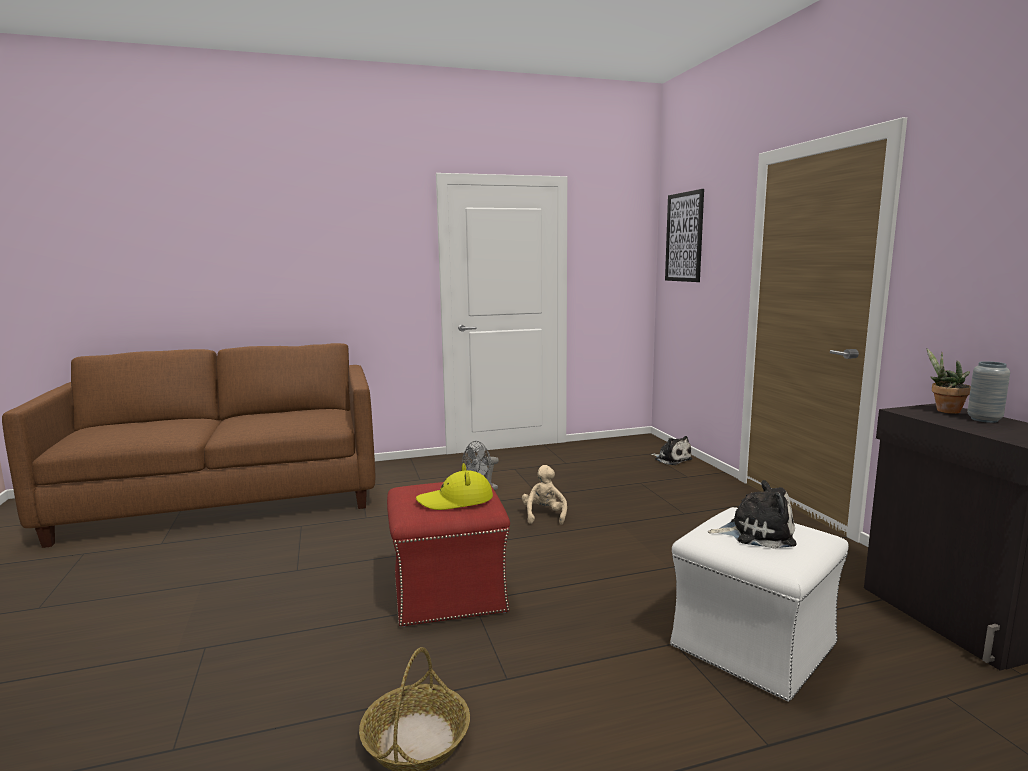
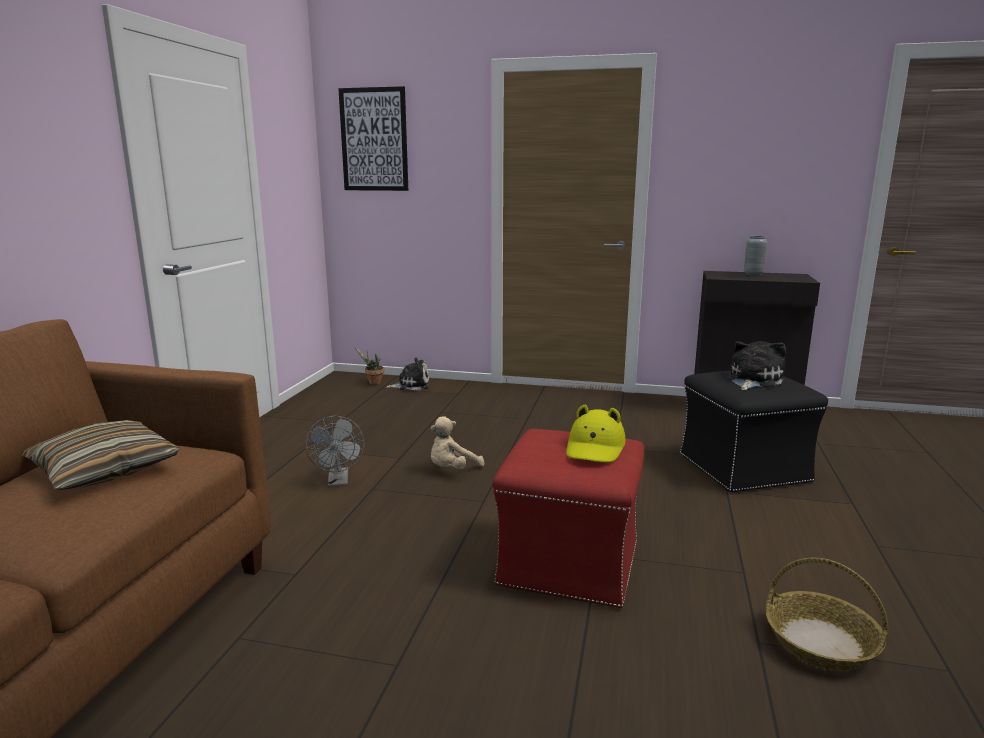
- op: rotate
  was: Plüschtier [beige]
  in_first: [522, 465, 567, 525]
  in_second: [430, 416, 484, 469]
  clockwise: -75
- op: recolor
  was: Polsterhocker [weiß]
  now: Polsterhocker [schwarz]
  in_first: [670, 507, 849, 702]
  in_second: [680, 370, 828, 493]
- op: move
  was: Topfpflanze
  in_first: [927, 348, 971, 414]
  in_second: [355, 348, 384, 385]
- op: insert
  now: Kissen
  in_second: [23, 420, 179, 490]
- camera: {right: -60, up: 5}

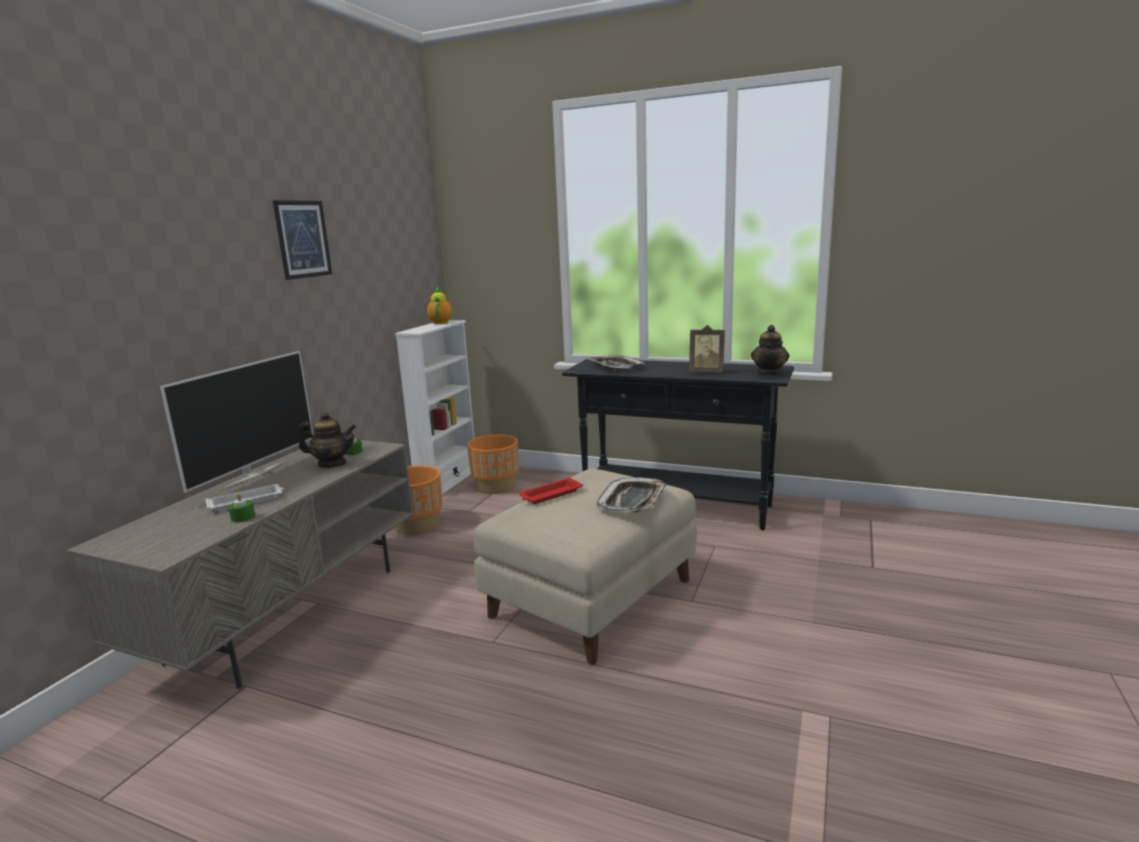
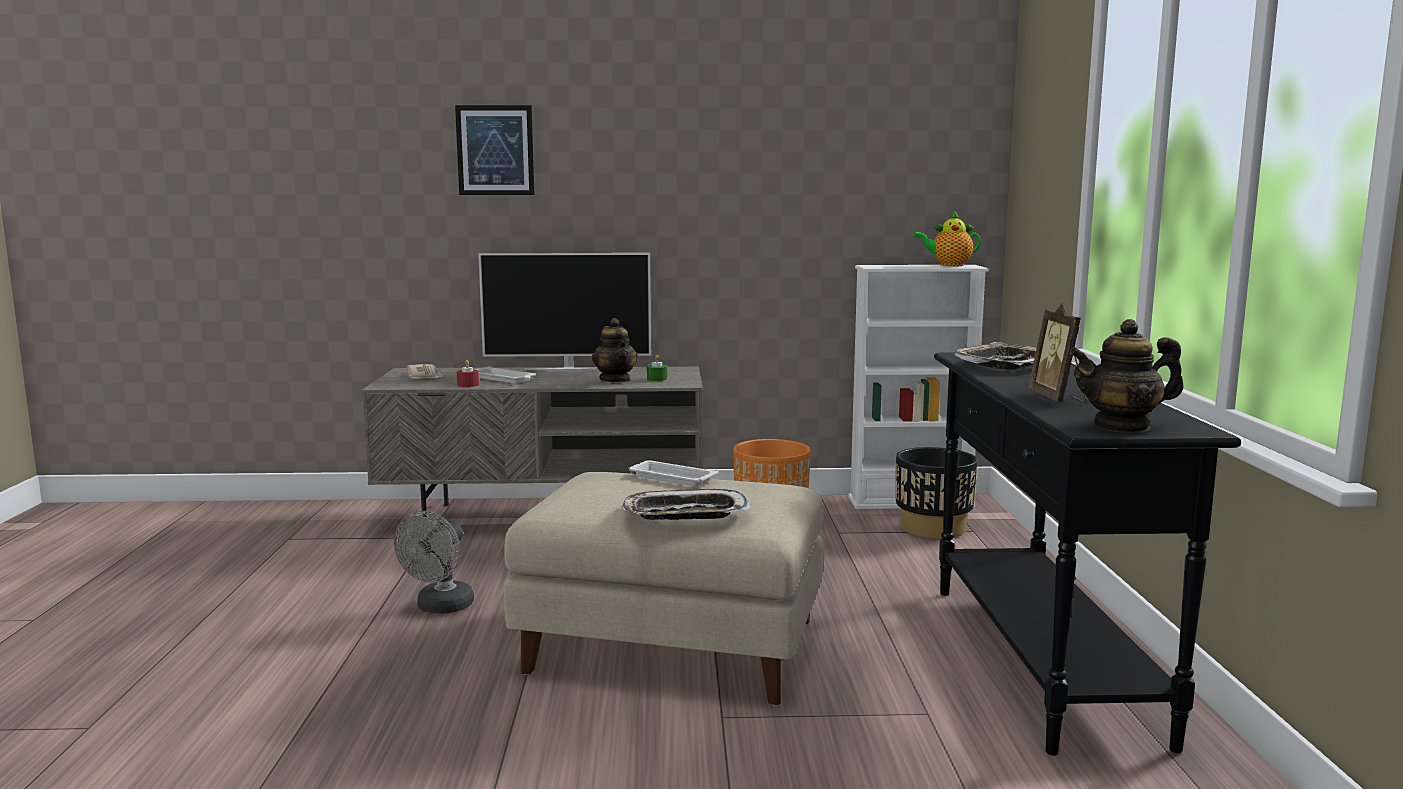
- op: recolor
  was: Kerze [grün]
  now: Kerze [rot]
  in_first: [228, 493, 255, 523]
  in_second: [457, 360, 479, 387]
- op: move
  was: Bild
  in_first: [273, 200, 332, 280]
  in_second: [455, 105, 534, 195]
- op: rotate
  was: Teekanne
  in_first: [427, 286, 452, 324]
  in_second: [913, 210, 981, 266]
  clockwise: -150
- op: recolor
  was: Pflanzkübel [orange]
  now: Pflanzkübel [schwarz]
  in_first: [467, 435, 519, 494]
  in_second: [896, 447, 978, 539]
- op: recolor
  was: Tablett [rot]
  now: Tablett [weiß]
  in_first: [519, 477, 583, 504]
  in_second: [628, 460, 719, 486]
- op: insert
  now: Ventilator [grau]
  in_second: [394, 511, 474, 614]
- op: insert
  now: Zeitung
  in_second: [407, 364, 444, 379]
- camera: {right: 65, up: -5}

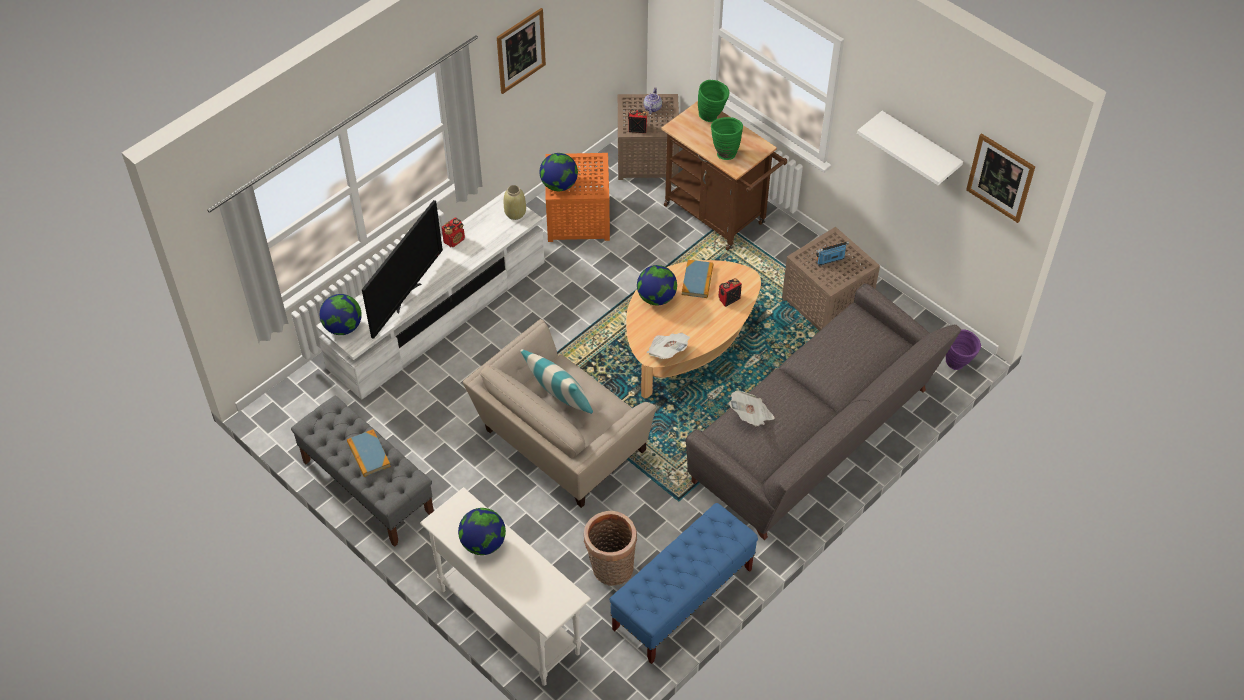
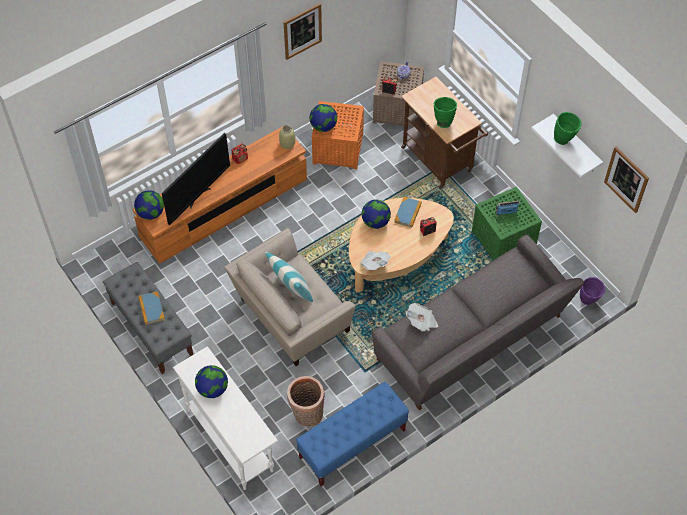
- op: recolor
  was: Fernsehschrank [weiß]
  now: Fernsehschrank [orange]
  in_first: [316, 191, 545, 399]
  in_second: [132, 127, 307, 264]
- op: move
  was: Vase [grün]
  in_first: [698, 80, 729, 122]
  in_second: [554, 112, 582, 145]
- op: recolor
  was: Beistelltisch [braun]
  now: Beistelltisch [grün]
  in_first: [782, 227, 880, 331]
  in_second: [472, 187, 542, 260]
- camera: {right: 10, up: 5}

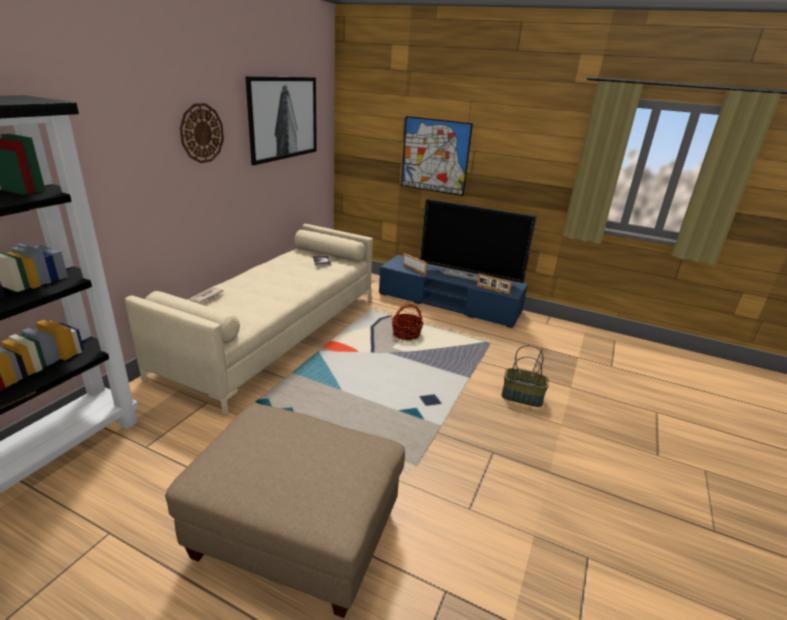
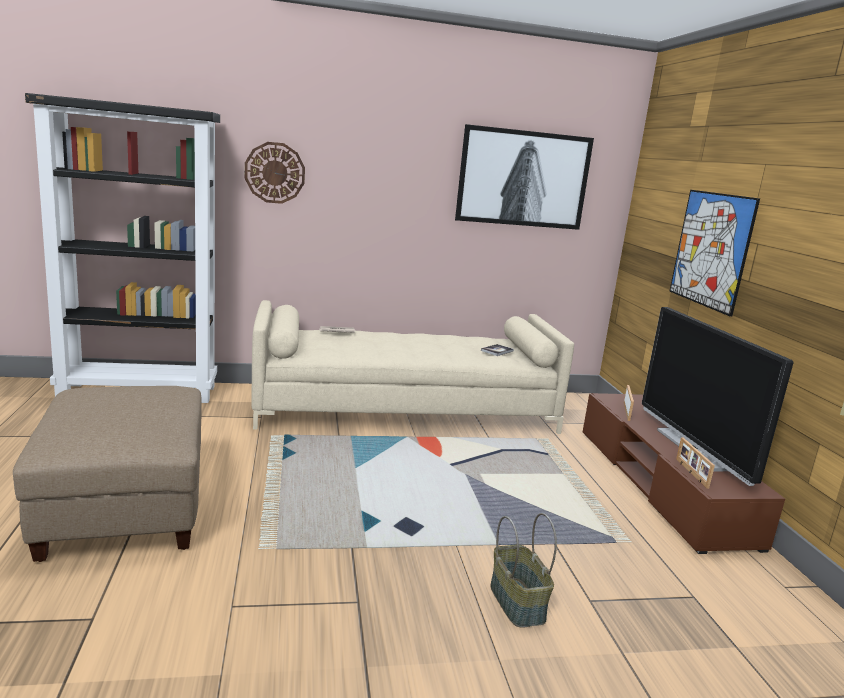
- op: move
  was: Wanduhr
  in_first: [180, 103, 224, 163]
  in_second: [245, 142, 305, 204]
- op: recolor
  was: Fernsehschrank [blau]
  now: Fernsehschrank [braun]
  in_first: [379, 255, 528, 328]
  in_second: [583, 393, 785, 554]
- op: delete
  was: Korb
  in_first: [392, 304, 424, 340]
- camera: {right: 55, up: -10}

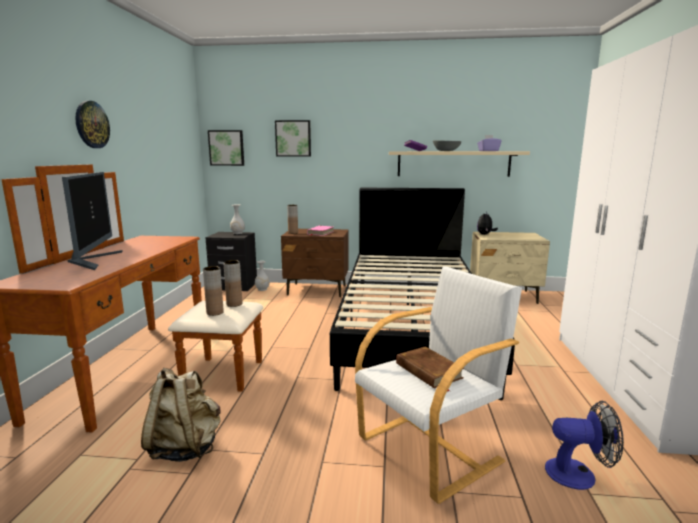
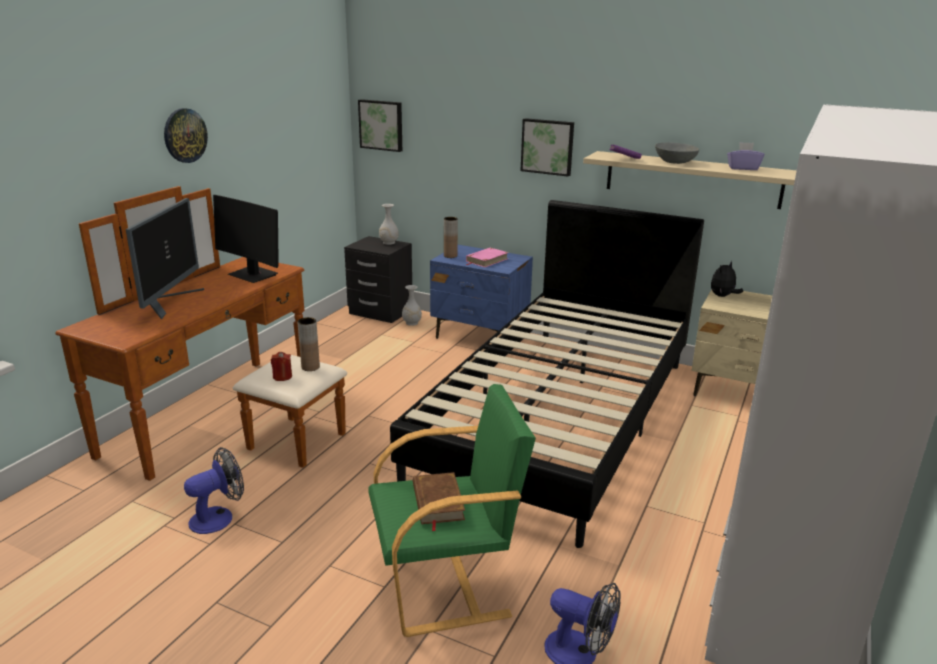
- op: replace
  was: Rucksack [beige]
  now: Ventilator
  in_first: [141, 368, 221, 462]
  in_second: [184, 447, 244, 534]
- op: replace
  was: Vase [braun]
  now: Kerze [rot]
  in_first: [203, 266, 224, 316]
  in_second: [271, 352, 292, 381]
- op: move
  was: Bild
  in_first: [275, 120, 311, 157]
  in_second: [521, 118, 574, 177]
- op: recolor
  was: Nachttisch [braun]
  now: Nachttisch [blau]
  in_first: [281, 229, 349, 297]
  in_second: [430, 245, 533, 339]
- op: recolor
  was: Sessel [weiß]
  now: Sessel [grün]
  in_first: [355, 266, 522, 504]
  in_second: [368, 384, 536, 637]
- op: insert
  now: Monitor
  in_second: [213, 195, 279, 283]
- camera: {right: 20, up: 10}

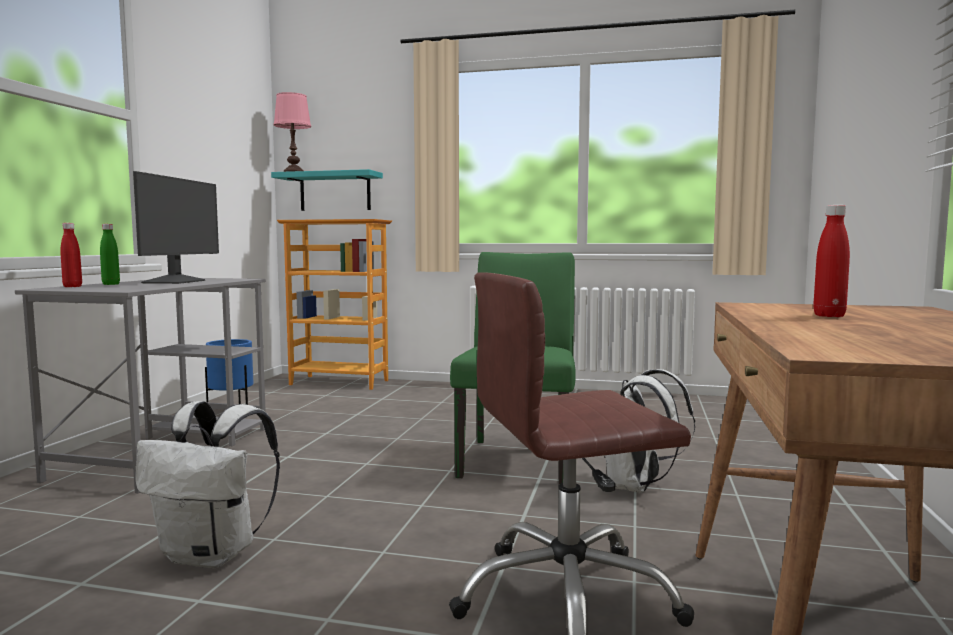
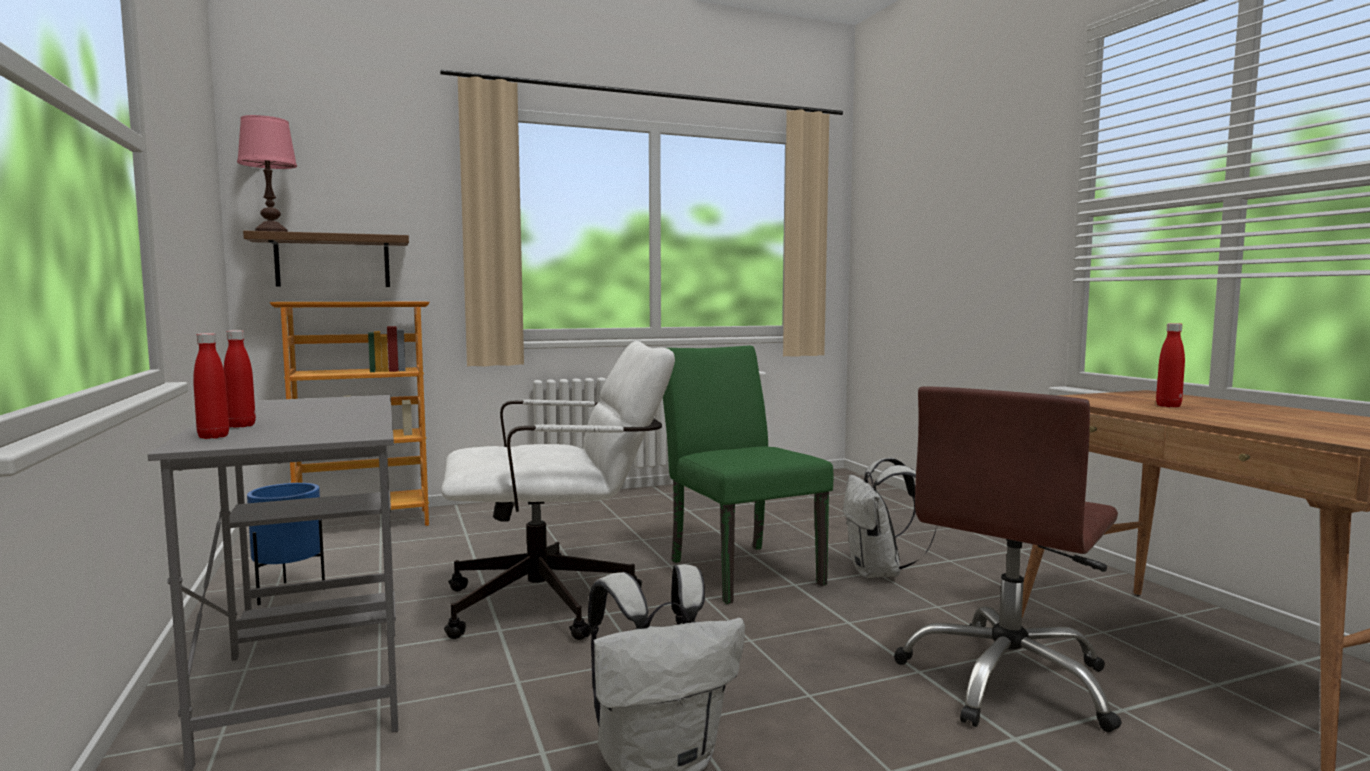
- op: recolor
  was: Flasche [grün]
  now: Flasche [rot]
  in_first: [100, 224, 120, 285]
  in_second: [224, 330, 256, 428]
- op: delete
  was: Monitor
  in_first: [133, 171, 219, 284]
- op: recolor
  was: Wandregal [türkis]
  now: Wandregal [braun]
  in_first: [271, 169, 383, 211]
  in_second: [243, 231, 409, 287]
- op: insert
  now: Bürostuhl [weiß]
  in_second: [441, 341, 675, 640]
- camera: {right: -35, up: 0}

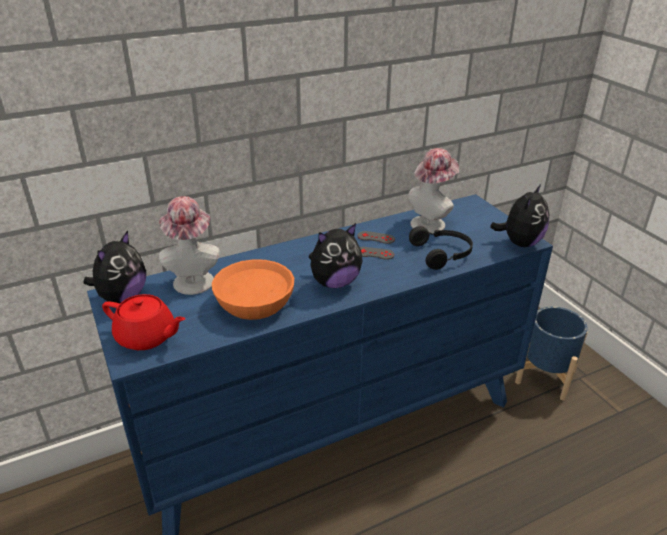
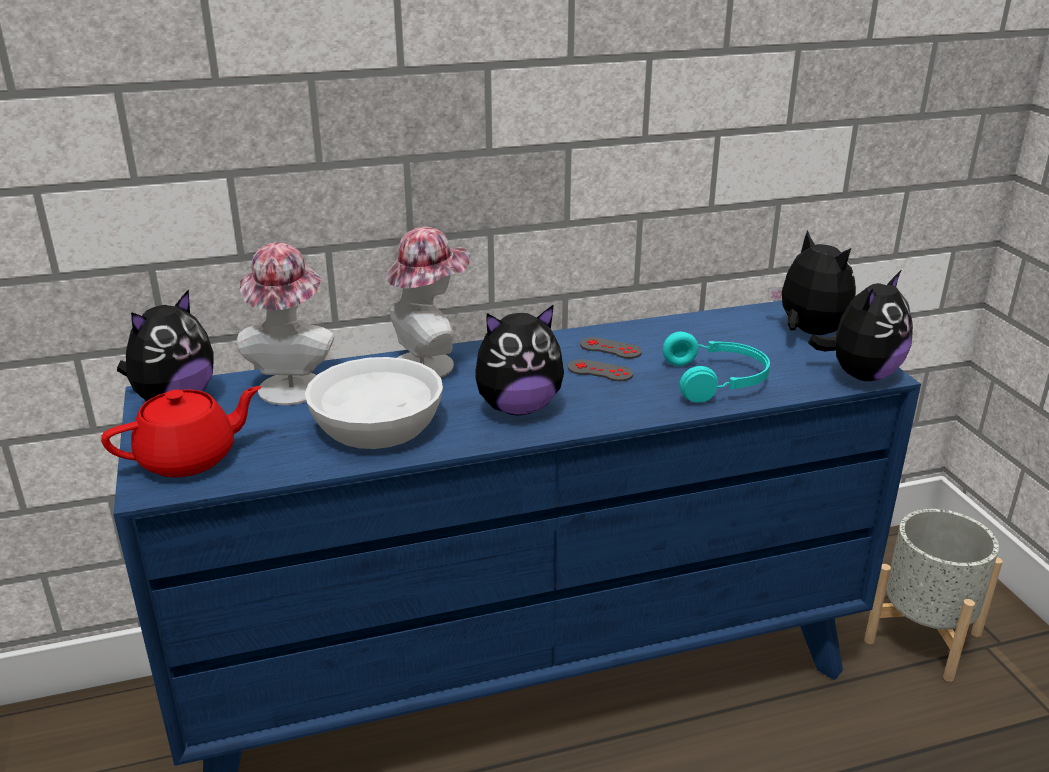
- op: rotate
  was: Teekanne [rot]
  in_first: [102, 294, 186, 350]
  in_second: [101, 386, 261, 477]
  clockwise: -60
- op: recolor
  was: Schüssel [orange]
  now: Schüssel [weiß]
  in_first: [212, 259, 294, 320]
  in_second: [305, 357, 443, 449]
- op: move
  was: Hut
  in_first: [408, 148, 459, 234]
  in_second: [386, 227, 470, 378]
- op: recolor
  was: Kopfhörer [schwarz]
  now: Kopfhörer [türkis]
  in_first: [409, 226, 473, 270]
  in_second: [663, 332, 770, 403]
- op: recolor
  was: Pflanzkübel [blau]
  now: Pflanzkübel [grau]
  in_first: [515, 306, 588, 401]
  in_second: [864, 509, 1003, 682]
- op: insert
  now: Plüschtier
  in_second: [769, 230, 856, 335]
- camera: {right: 10, up: -5}

